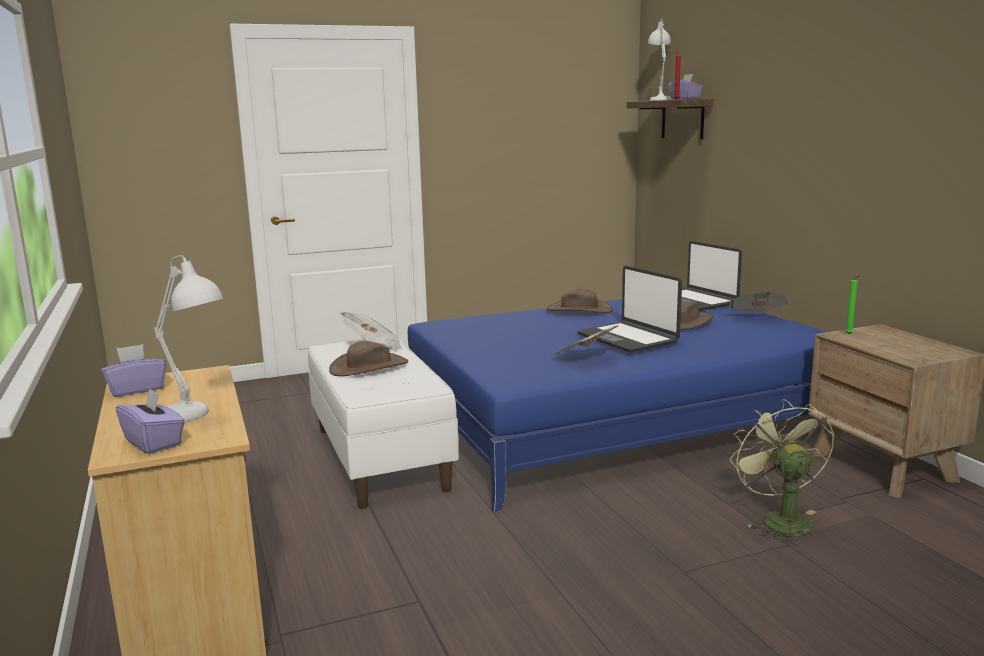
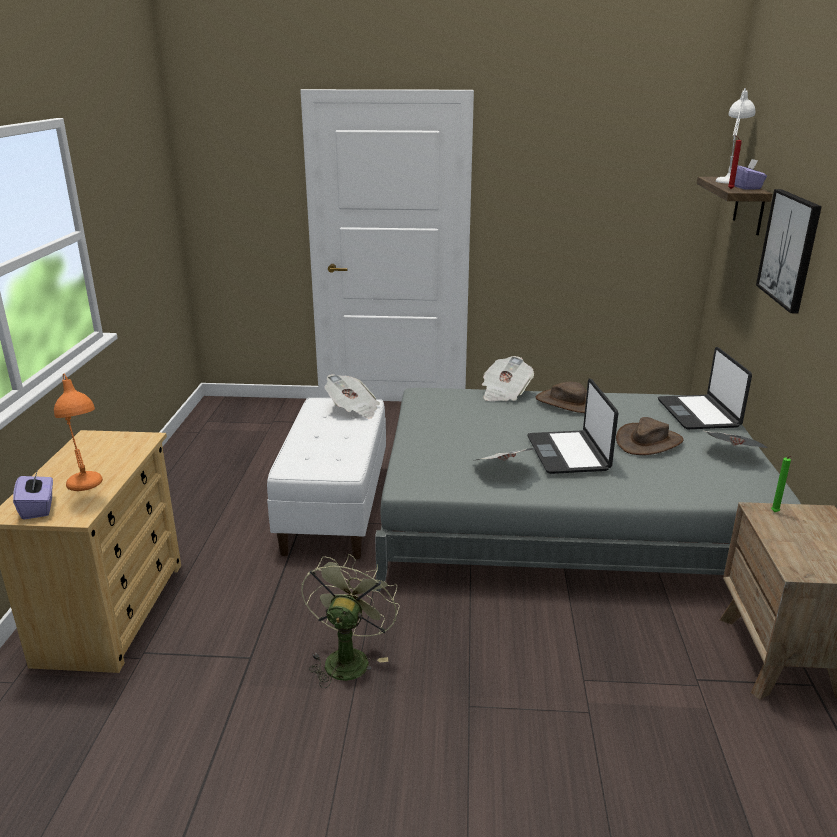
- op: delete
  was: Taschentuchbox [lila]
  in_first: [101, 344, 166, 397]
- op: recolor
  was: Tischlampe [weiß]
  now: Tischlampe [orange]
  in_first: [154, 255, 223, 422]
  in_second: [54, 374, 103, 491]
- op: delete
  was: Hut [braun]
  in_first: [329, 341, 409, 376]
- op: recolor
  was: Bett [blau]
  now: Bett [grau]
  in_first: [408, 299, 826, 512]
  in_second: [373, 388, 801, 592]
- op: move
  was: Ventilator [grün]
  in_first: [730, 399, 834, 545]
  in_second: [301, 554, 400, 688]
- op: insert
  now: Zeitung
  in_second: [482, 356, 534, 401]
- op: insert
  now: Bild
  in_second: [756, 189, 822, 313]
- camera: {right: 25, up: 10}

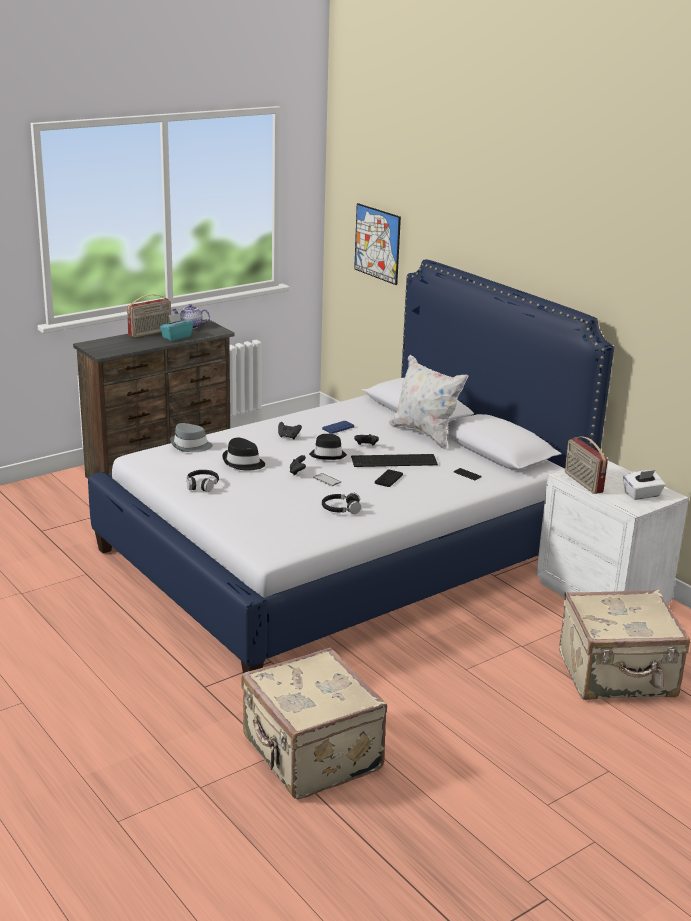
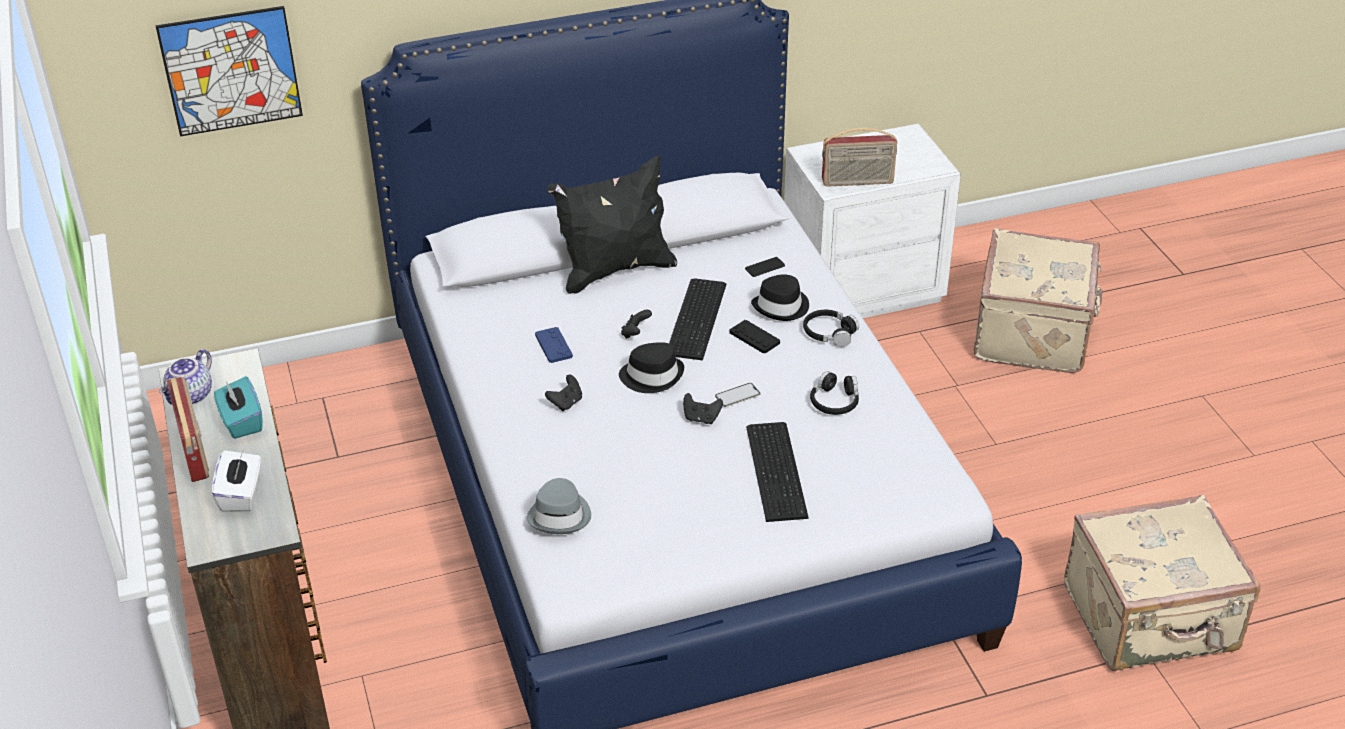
- op: move
  was: Kopfhörer [schwarz]
  in_first: [187, 470, 219, 492]
  in_second: [803, 310, 859, 347]
- op: move
  was: Hut [schwarz]
  in_first: [222, 438, 265, 471]
  in_second: [751, 274, 809, 321]
- op: recolor
  was: Kissen [weiß]
  now: Kissen [schwarz]
  in_first: [389, 355, 469, 450]
  in_second: [547, 155, 677, 294]
- op: move
  was: Taschentuchbox [weiß]
  in_first: [623, 470, 665, 500]
  in_second: [212, 450, 261, 512]
- op: insert
  now: Tastatur
  in_second: [746, 422, 809, 522]
- camera: {right: -70, up: 15}

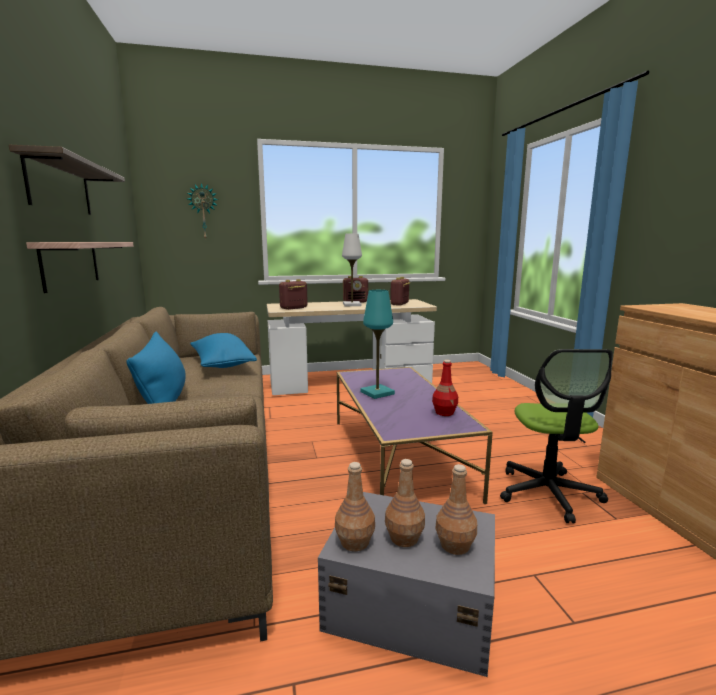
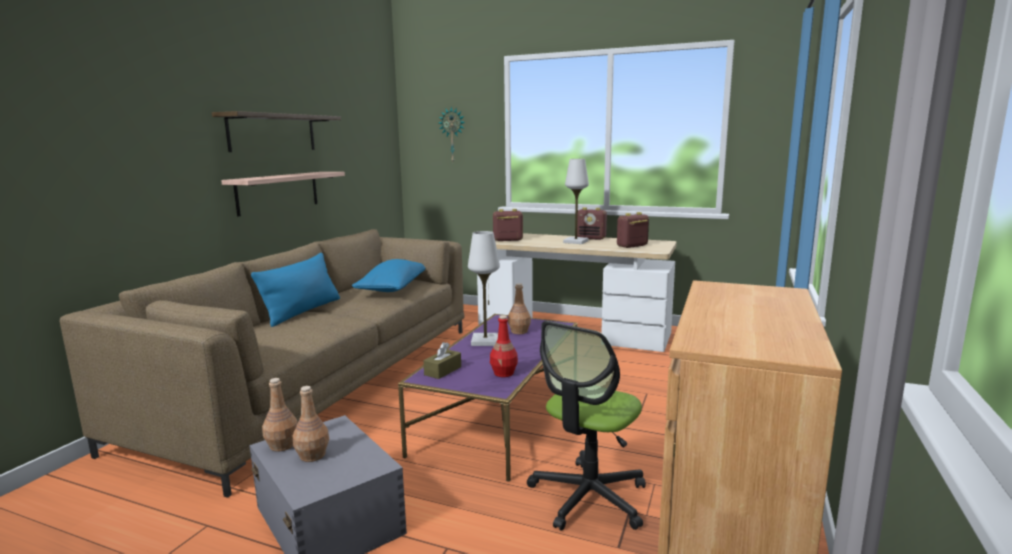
- op: recolor
  was: Tischlampe [türkis]
  now: Tischlampe [weiß]
  in_first: [360, 290, 395, 399]
  in_second: [468, 231, 500, 346]
- op: move
  was: Flasche [braun]
  in_first: [435, 464, 477, 555]
  in_second: [508, 283, 531, 334]
- op: insert
  now: Taschentuchbox [braun]
  in_second: [423, 342, 461, 379]
- camera: {right: 35, up: 0}

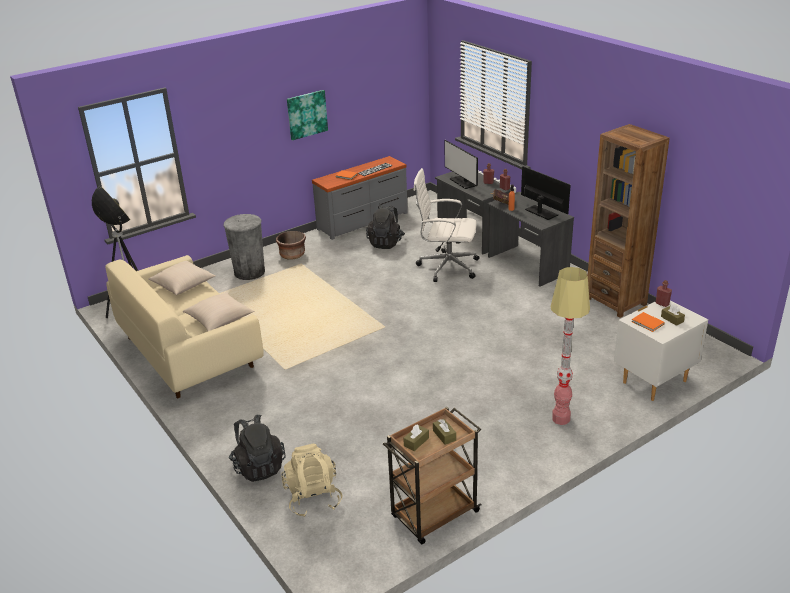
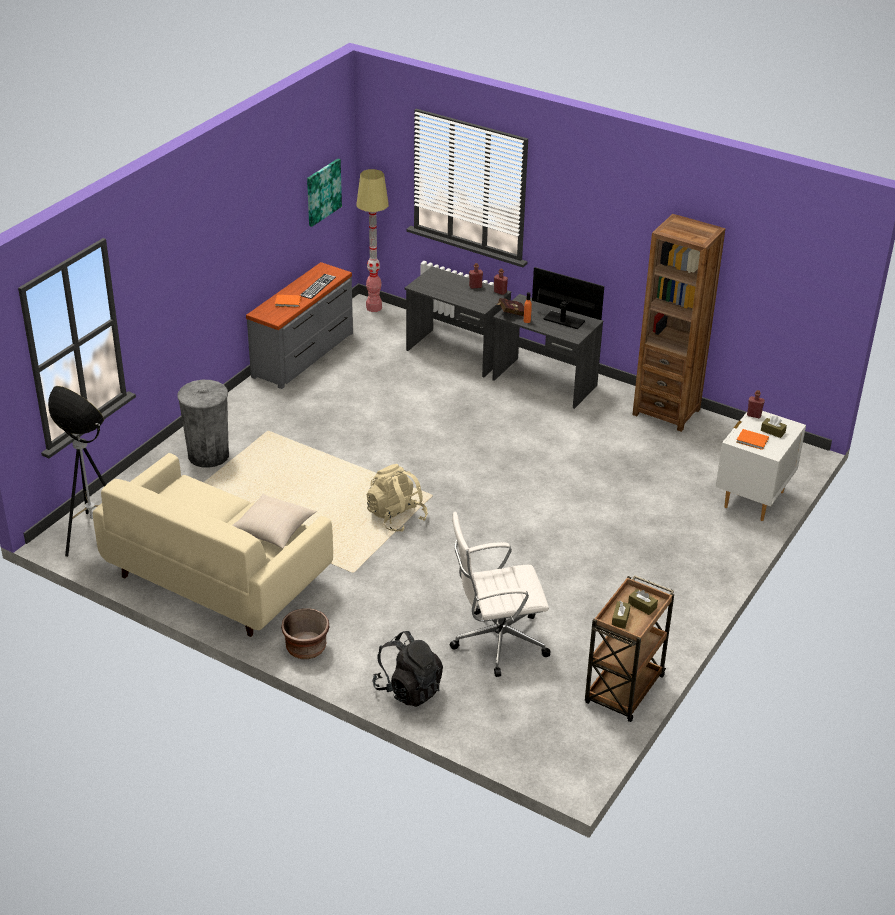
- op: delete
  was: Kissen [beige]
  in_first: [148, 261, 216, 295]
- op: move
  was: Pflanzkübel [braun]
  in_first: [276, 231, 306, 260]
  in_second: [281, 608, 329, 659]
- op: move
  was: Rucksack [beige]
  in_first: [281, 444, 343, 517]
  in_second: [367, 464, 428, 532]
- op: move
  was: Bild
  in_first: [287, 90, 328, 140]
  in_second: [307, 159, 342, 227]
- op: delete
  was: Rucksack [schwarz]
  in_first: [366, 205, 405, 249]
- op: move
  was: Bürostuhl [weiß]
  in_first: [414, 168, 479, 282]
  in_second: [450, 512, 550, 677]
- op: delete
  was: Monitor
  in_first: [445, 140, 478, 189]
- op: move
  was: Stehlampe
  in_first: [550, 267, 590, 425]
  in_second: [356, 169, 389, 312]
- camera: {right: -25, up: 5}

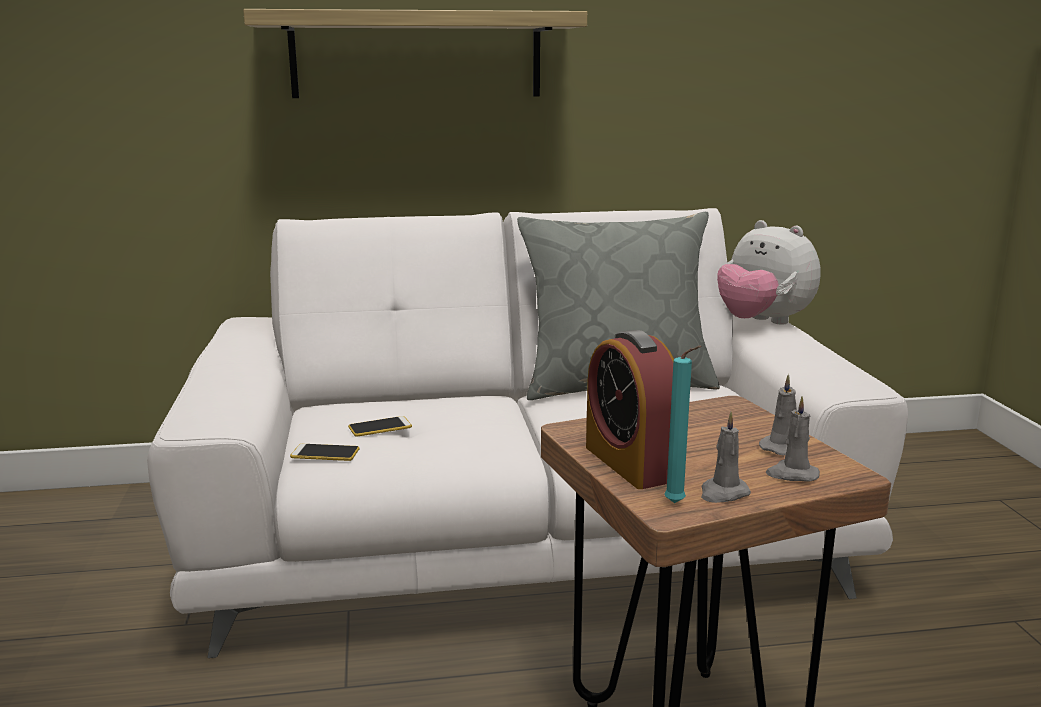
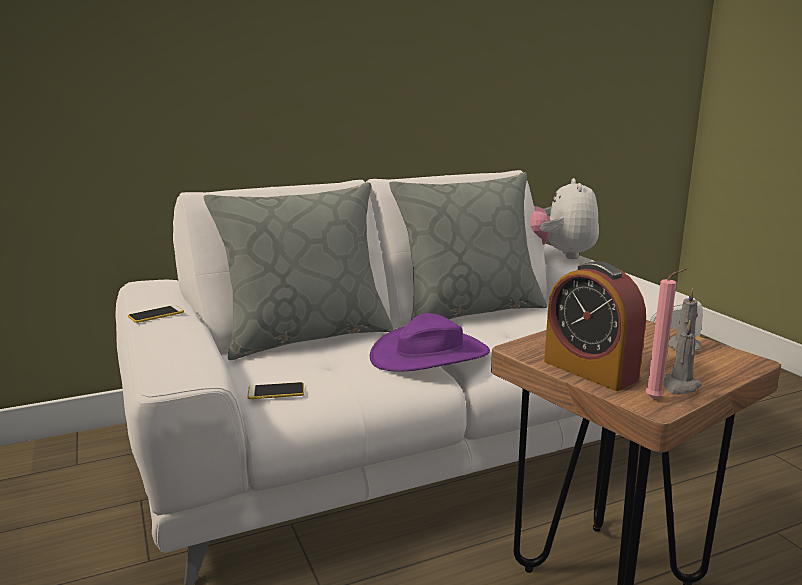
- op: delete
  was: Wandregal
  in_first: [243, 9, 587, 98]
- op: move
  was: Handy
  in_first: [348, 416, 412, 437]
  in_second: [128, 305, 184, 323]
- op: recolor
  was: Kerze [türkis]
  now: Kerze [rosa]
  in_first: [664, 346, 701, 503]
  in_second: [646, 269, 687, 399]
- op: rotate
  was: Plüschtier
  in_first: [717, 220, 821, 324]
  in_second: [530, 178, 599, 259]
  clockwise: 60
- op: delete
  was: Kerze [grau]
  in_first: [765, 397, 820, 482]
- op: insert
  now: Kissen [grau]
  in_second: [204, 182, 394, 360]
- op: insert
  now: Hut [lila]
  in_second: [370, 313, 490, 372]
- camera: {right: -15, up: 0}

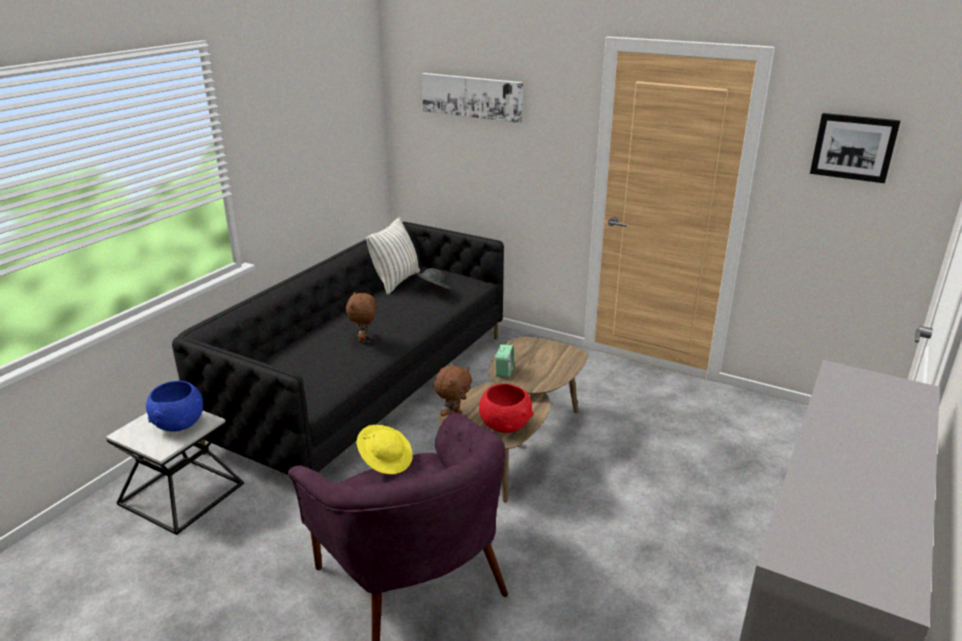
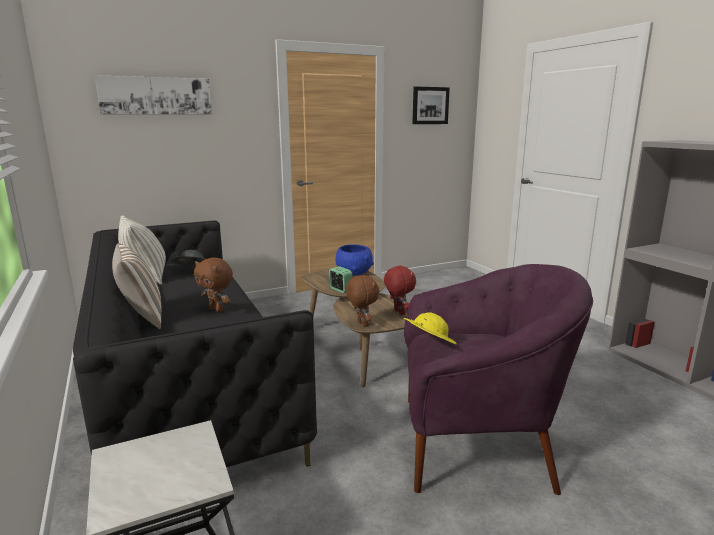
- op: move
  was: Schüssel [blau]
  in_first: [146, 381, 203, 432]
  in_second: [335, 244, 374, 276]
- op: replace
  was: Schüssel [rot]
  now: Plüschtier [rot]
  in_first: [479, 384, 533, 433]
  in_second: [384, 265, 416, 315]
- op: insert
  now: Kissen
  in_second: [112, 243, 161, 329]
- camera: {right: -55, up: -10}

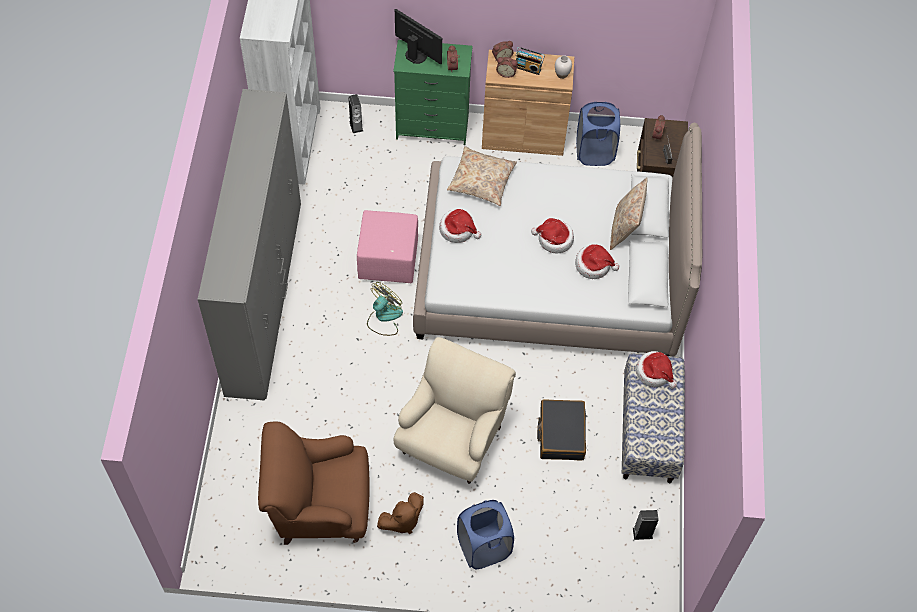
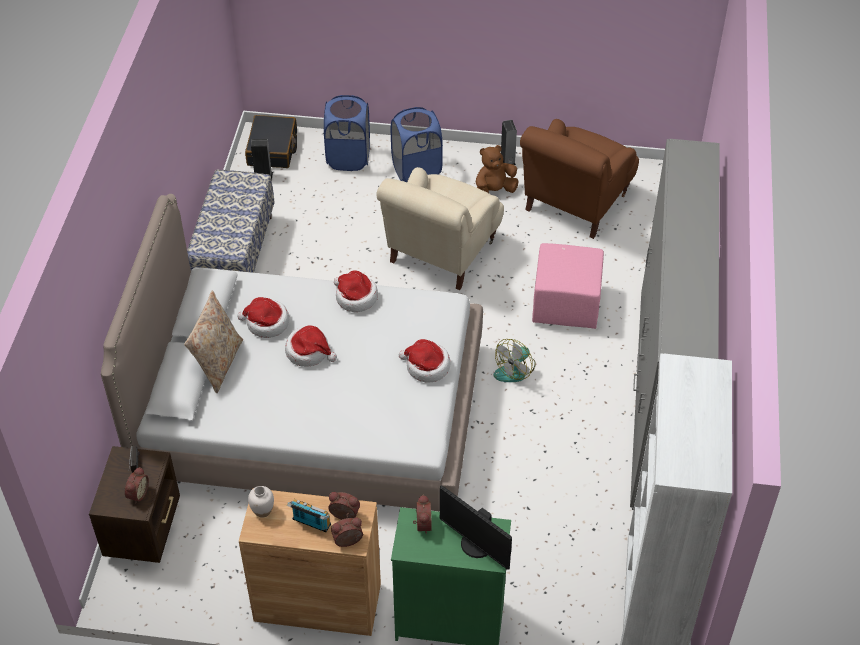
- op: rotate
  was: Sessel [braun]
  in_first: [258, 422, 370, 545]
  in_second: [520, 119, 639, 239]
  clockwise: 120
- op: move
  was: Lautsprecher
  in_first: [348, 94, 363, 133]
  in_second: [501, 120, 517, 165]
- op: move
  was: Polsterhocker [rosa]
  in_first: [357, 210, 418, 283]
  in_second: [532, 243, 604, 329]
- op: delete
  was: Kissen [beige]
  in_first: [447, 146, 517, 206]
- op: move
  was: Koffer [schwarz]
  in_first: [537, 400, 586, 460]
  in_second: [245, 115, 297, 168]
- op: move
  was: Wäschekorb [blau]
  in_first: [576, 102, 620, 166]
  in_second: [324, 95, 370, 171]
- op: move
  was: Hut
  in_first: [636, 351, 677, 388]
  in_second: [334, 270, 378, 312]
- camera: {right: -175, up: -10}

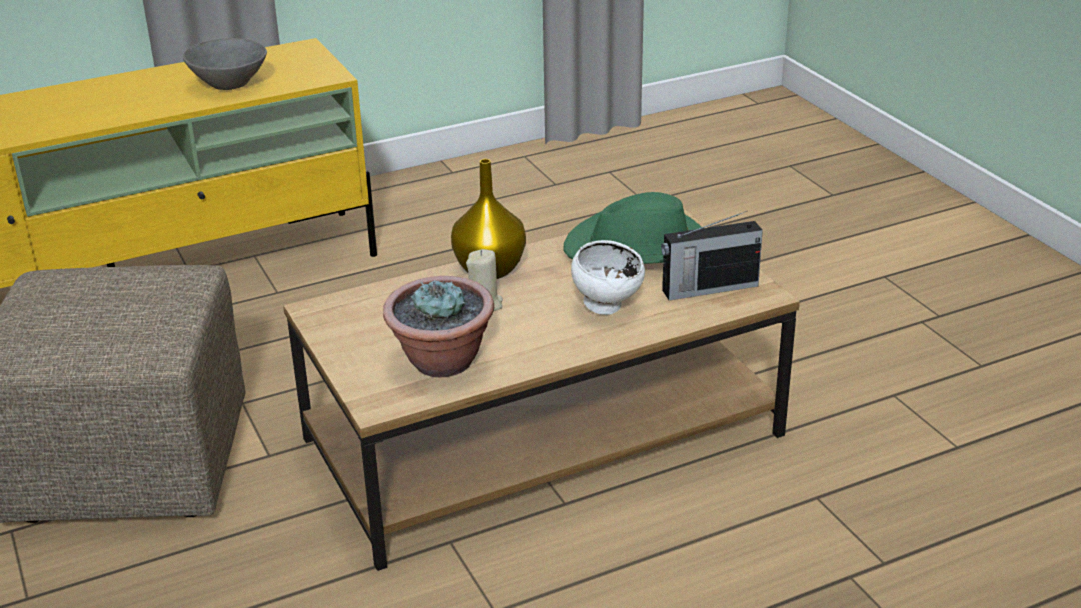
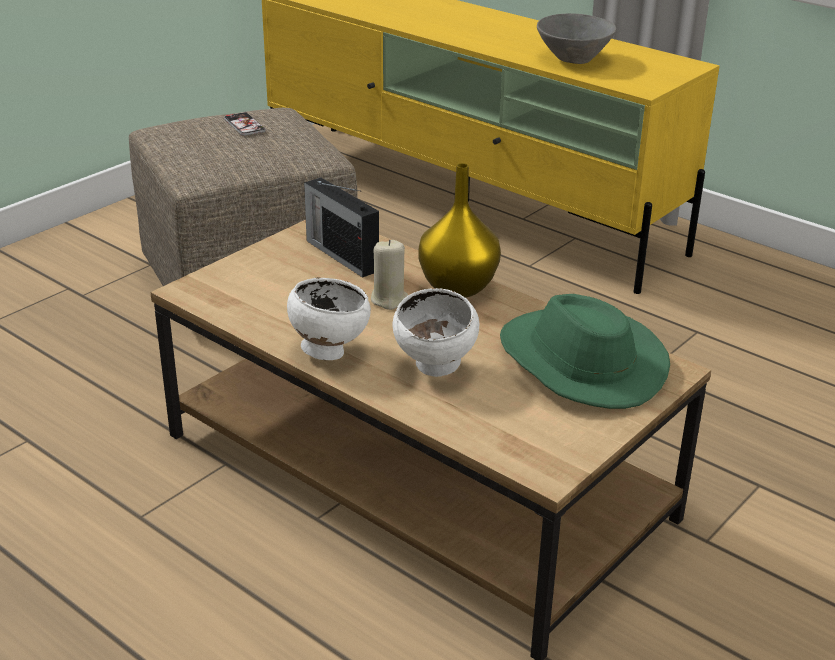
- op: delete
  was: Topfpflanze
  in_first: [383, 276, 494, 377]
- op: move
  was: Radio
  in_first: [661, 211, 763, 300]
  in_second: [304, 178, 379, 278]
- op: insert
  now: Handy
  in_second: [224, 112, 266, 136]
- op: insert
  now: Schüssel [weiß]
  in_second: [287, 277, 371, 360]
- camera: {right: 65, up: 0}

